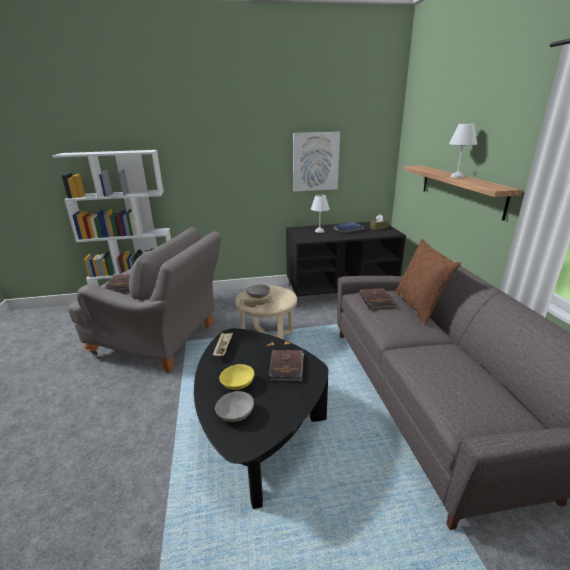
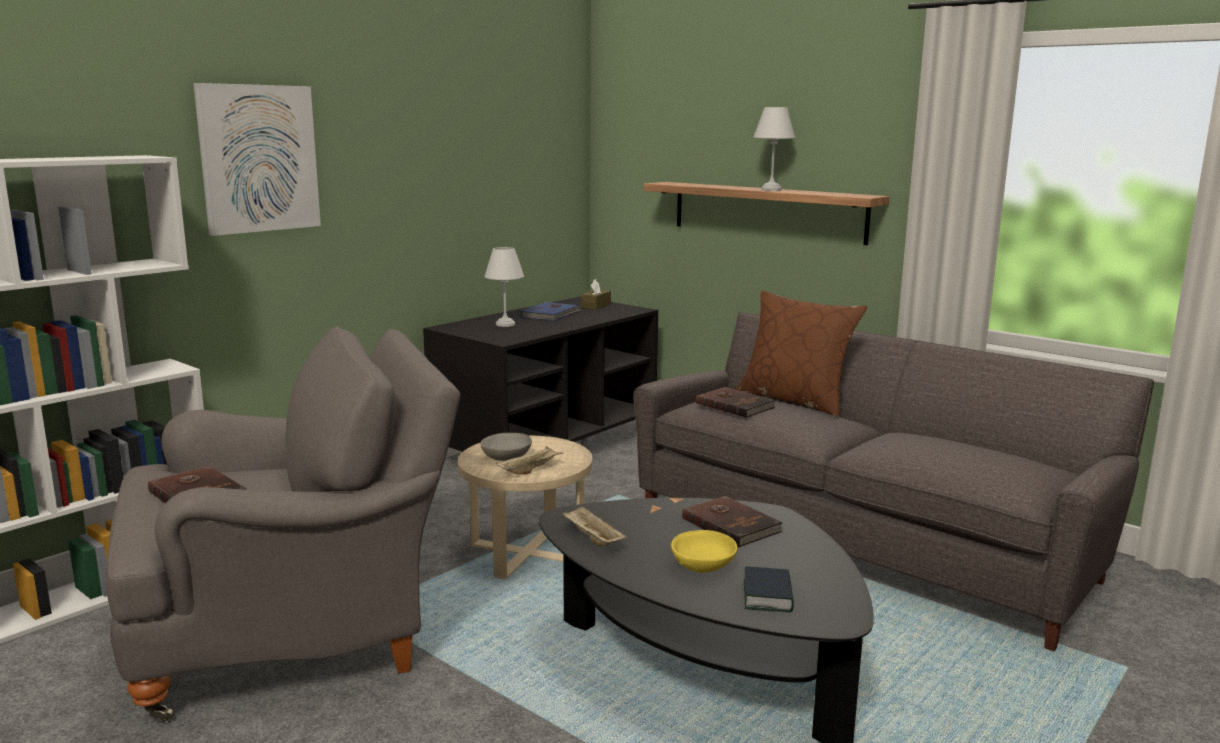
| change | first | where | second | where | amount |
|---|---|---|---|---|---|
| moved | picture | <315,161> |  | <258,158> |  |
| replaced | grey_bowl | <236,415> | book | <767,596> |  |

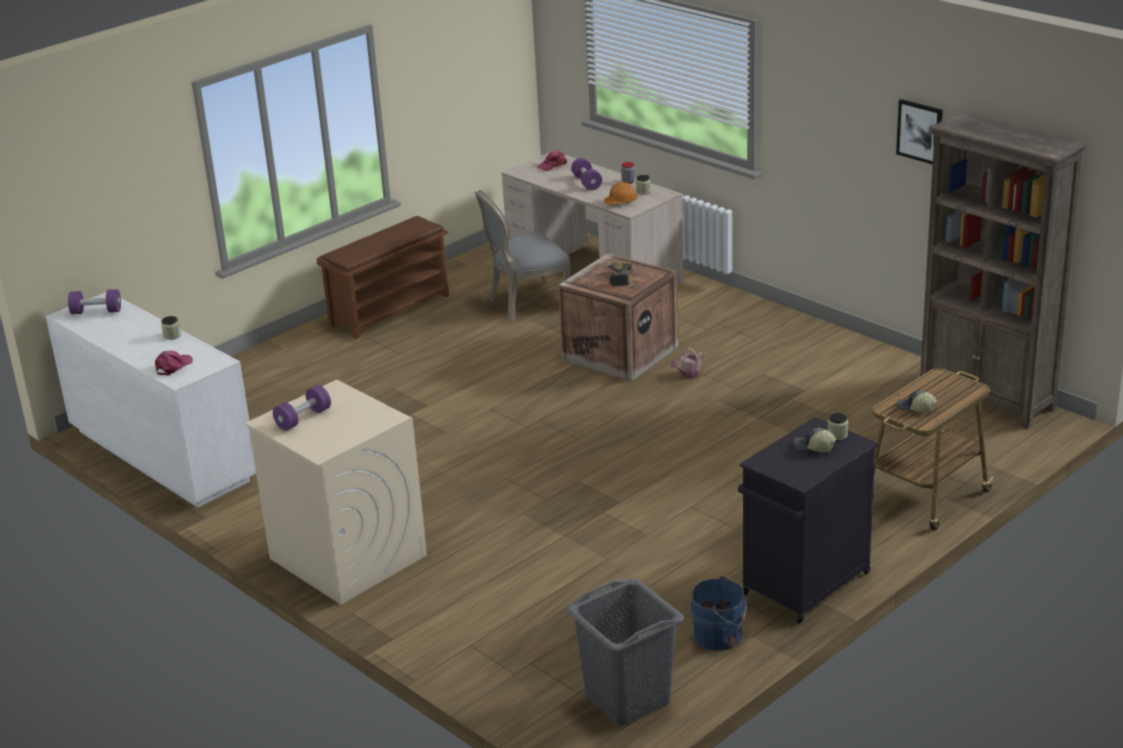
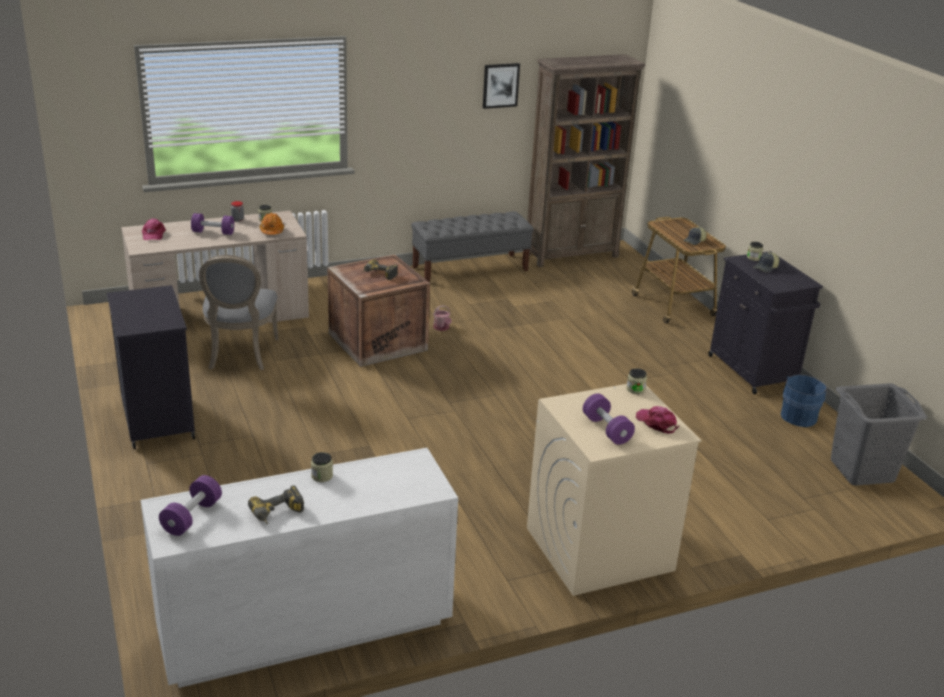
| change | first | where | second | where | amount |
|---|---|---|---|---|---|
| replaced | brown_shoe_rack | <390,310> | black_cabinet | <157,419> |  |
| moved | pink_cap | <173,366> |  | <656,423> |  |
| added |  |  | grey_bench | <470,268> |  |
| added |  |  | jar | <635,389> |  |
| added |  |  | power_drill | <278,515> |  |

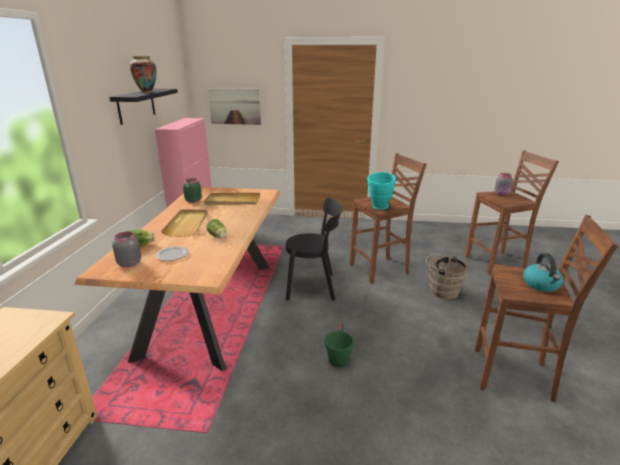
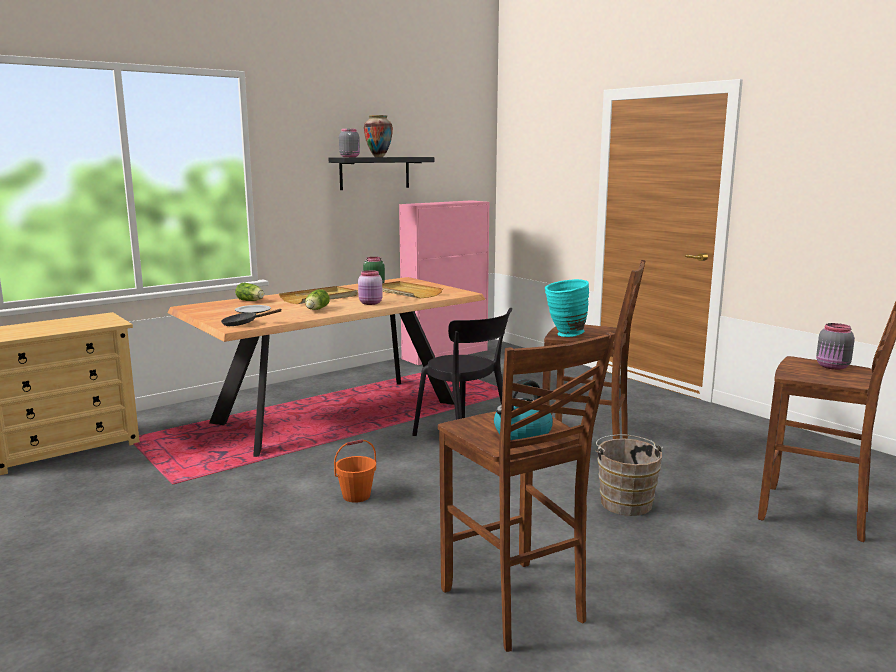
| change | first | where | second | where | amount |
|---|---|---|---|---|---|
| removed | picture | <235,106> |  |  |  |
| moved | grey_jar | <129,263> |  | <350,157> |  |
| recoloured | green_bucket | <338,360> | orange_bucket | <356,496> |  |
| added |  |  | pink_jar | <371,303> |  |
| added |  |  | black_frying_pan | <243,324> |  |

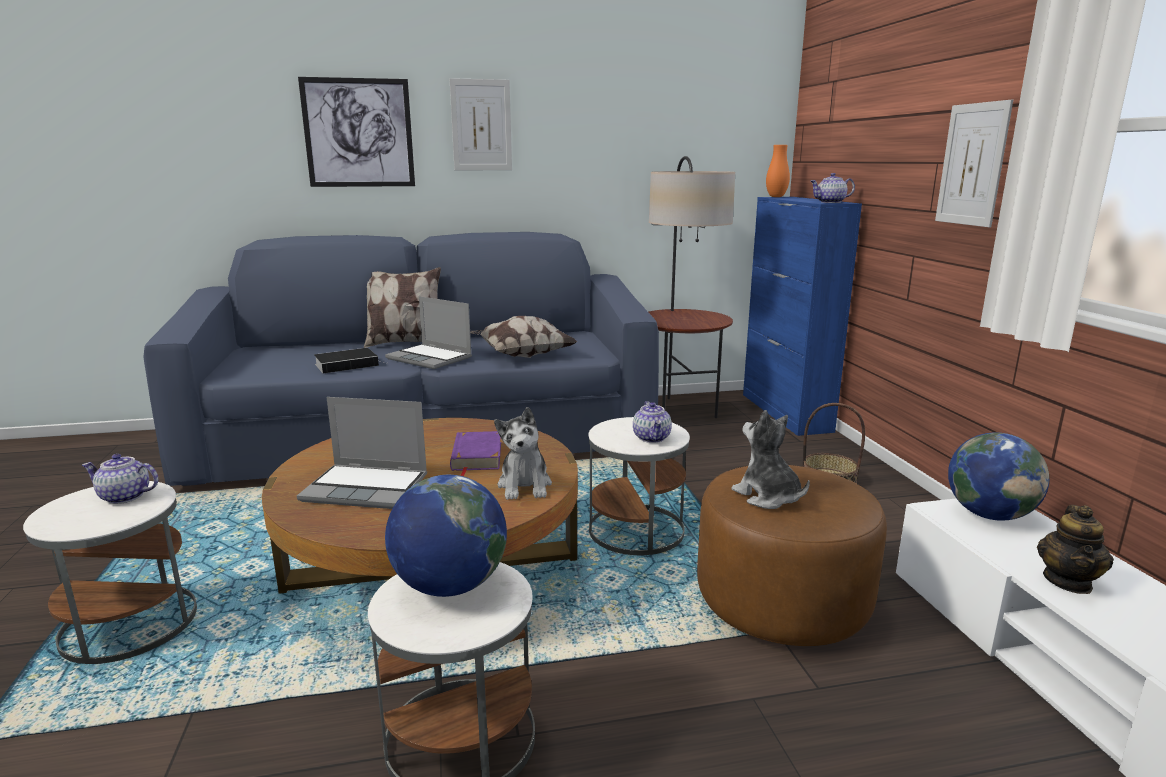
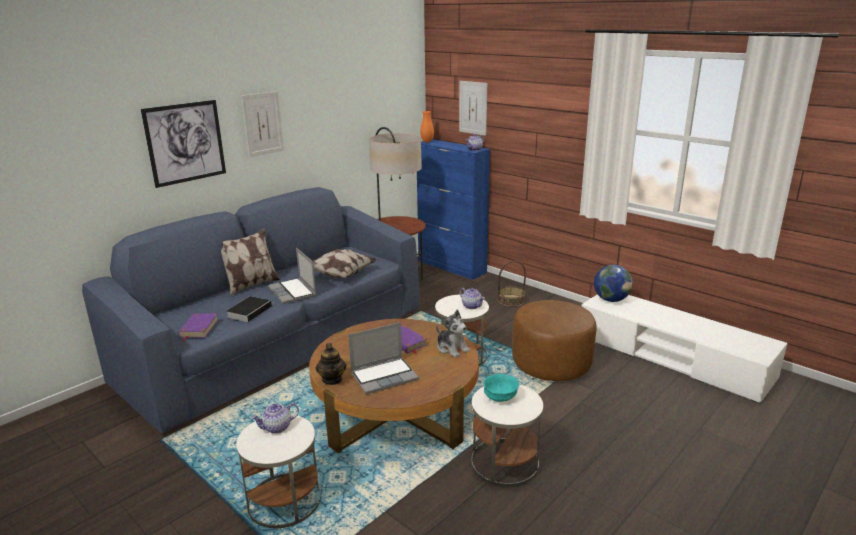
| change | first | where | second | where | amount |
|---|---|---|---|---|---|
| moved | picture | <972,164> |  | <473,108> |  |
| turned | laptop | <430,358> |  | <293,292> | 60 degrees clockwise |
| removed | plush_toy | <767,497> |  |  |  |
| replaced | globe | <449,586> | turquoise_bowl | <500,398> |  |
| moved | teapot | <1068,581> |  | <332,379> |  |
| added |  |  | purple_book | <199,328> |  |

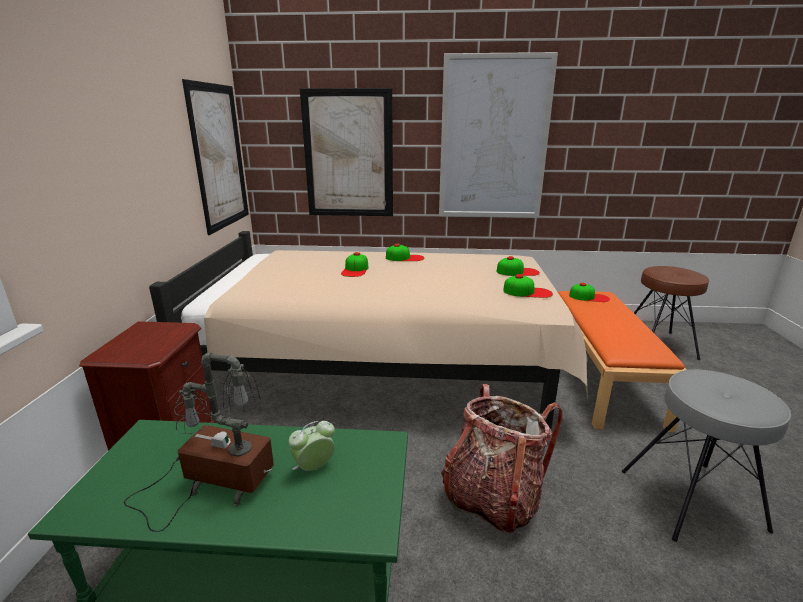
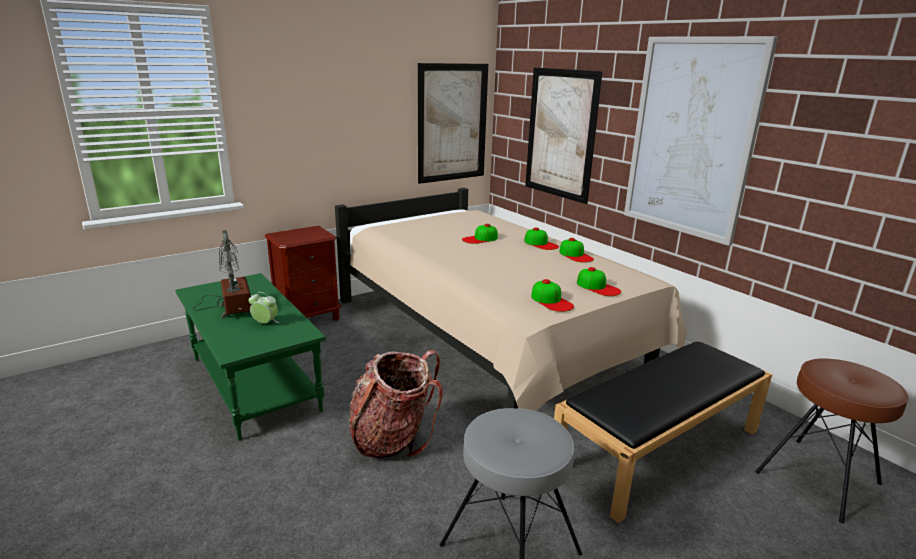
| change | first | where | second | where | amount |
|---|---|---|---|---|---|
| moved | cap | <589,297> |  | <575,255> |  |
| recoloured | orange_bench | <598,374> | black_bench | <658,447> |  |

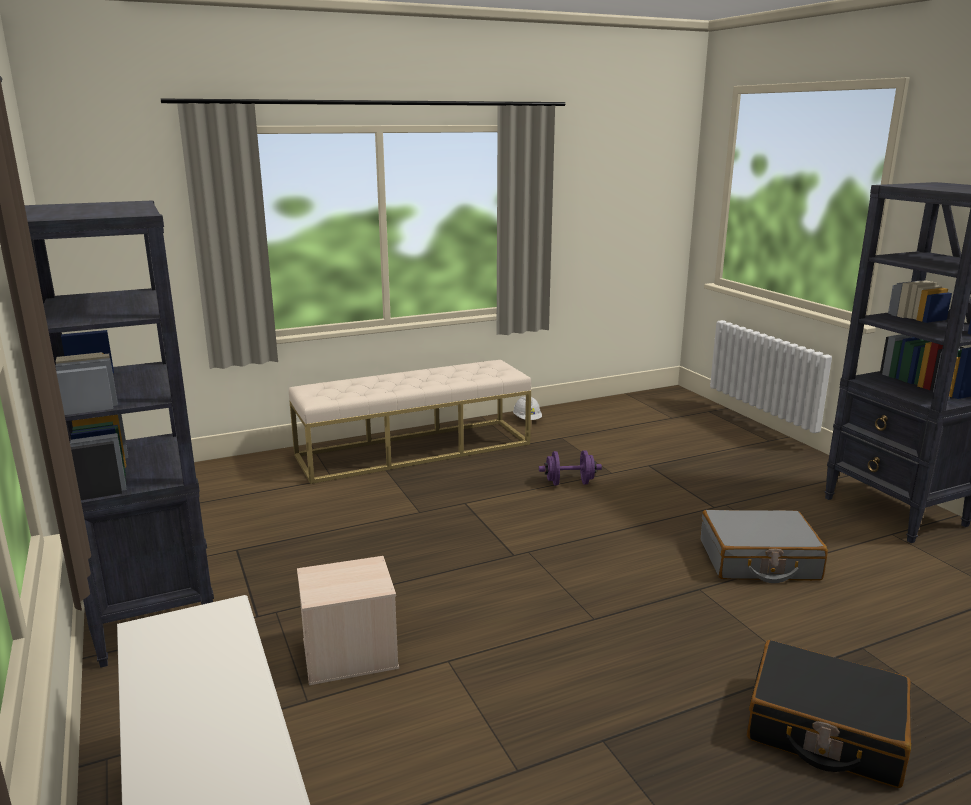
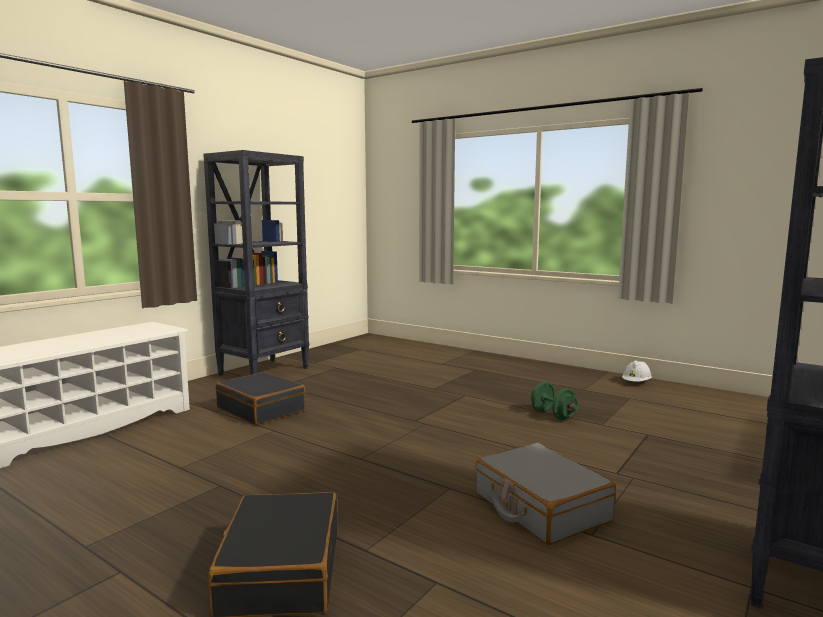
| change | first | where | second | where | amount |
|---|---|---|---|---|---|
| removed | beige_bench | <414,449> |  |  |  |
| recoloured | purple_dumbbell | <569,483> | green_dumbbell | <553,415> |  |
| replaced | beige_storage_box | <348,655> | black_suitcase | <261,409> |  |

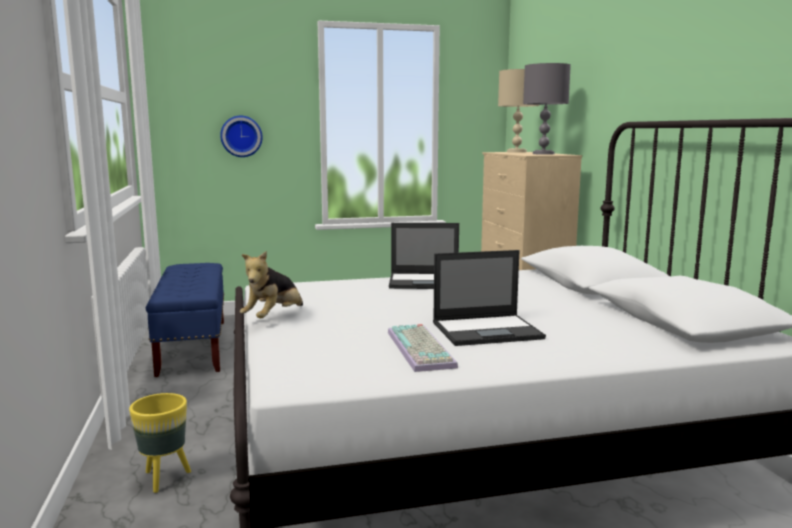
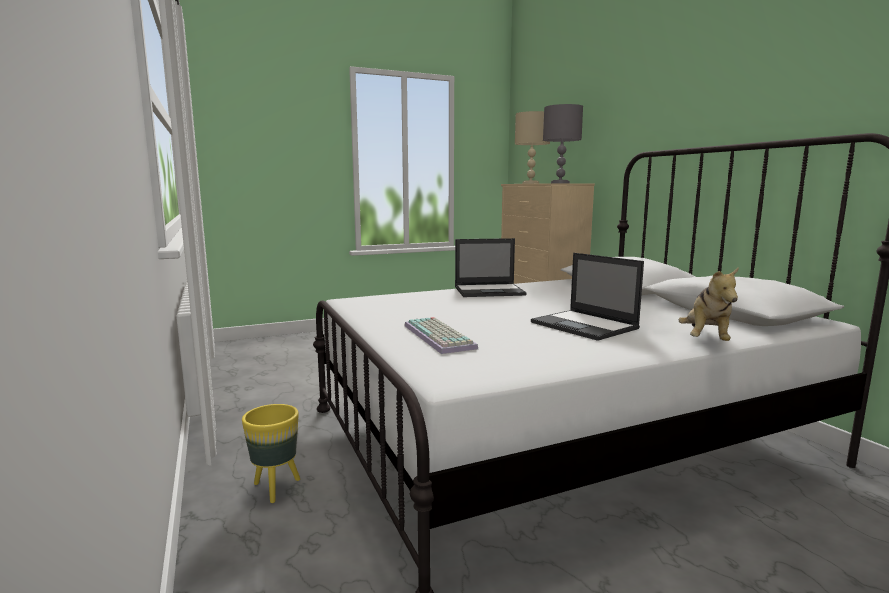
| change | first | where | second | where | amount |
|---|---|---|---|---|---|
| removed | wall_clock | <241,136> |  |  |  |
| turned | laptop | <488,330> |  | <585,325> | 75 degrees clockwise |
| moved | plush_toy | <274,318> |  | <705,340> |  |
| removed | blue_bench | <193,347> |  |  |  |
| moved | keyboard | <422,349> |  | <440,336> |  |

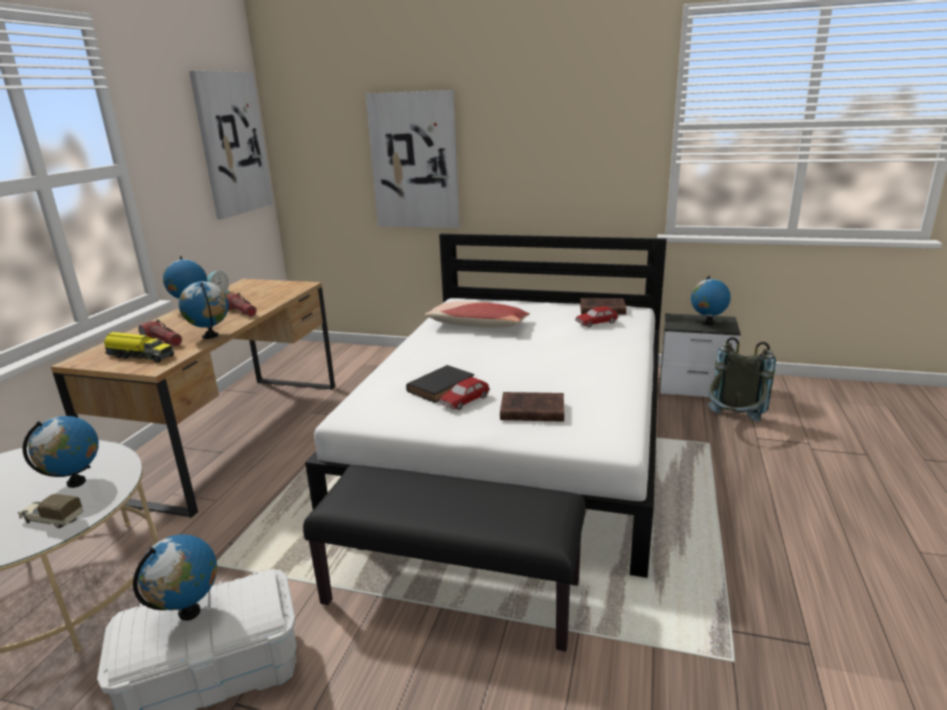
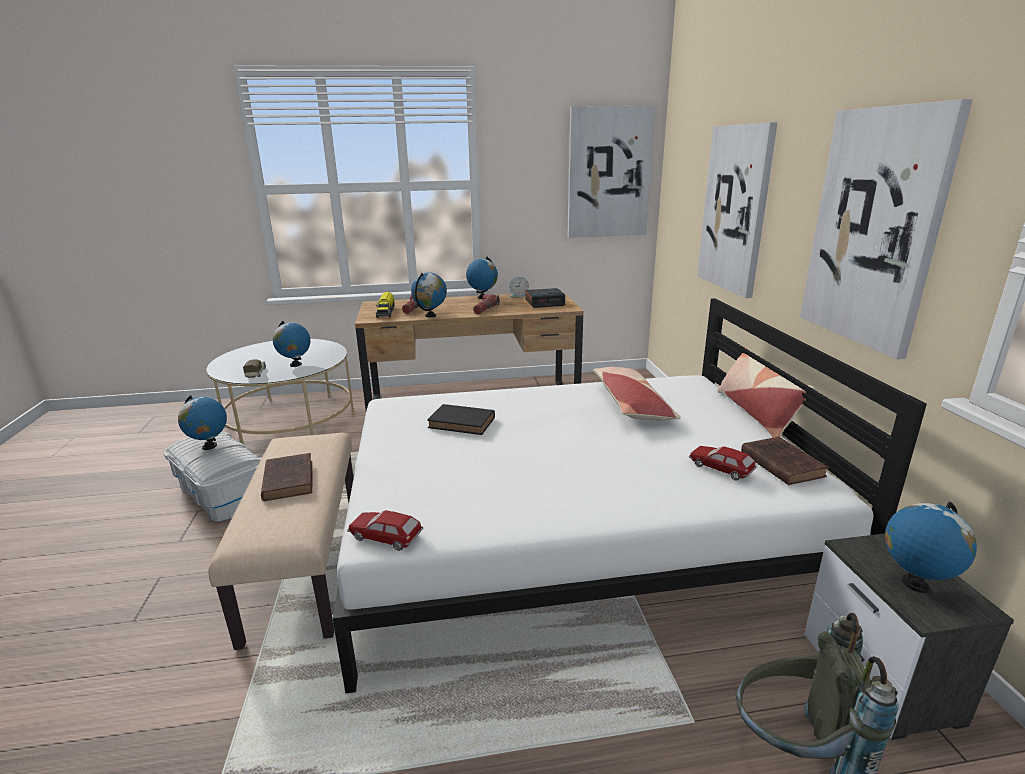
| change | first | where | second | where | amount |
|---|---|---|---|---|---|
| moved | toy_car | <464,401> |  | <385,536> |  |
| moved | brown_book | <530,411> |  | <288,479> |  |
| recoloured | black_bench | <452,592> | beige_bench | <307,563> |  |
| added |  |  | picture | <874,229> |  |
| added |  |  | alarm_clock | <545,302> |  |
| added |  |  | pillow | <756,413> |  |

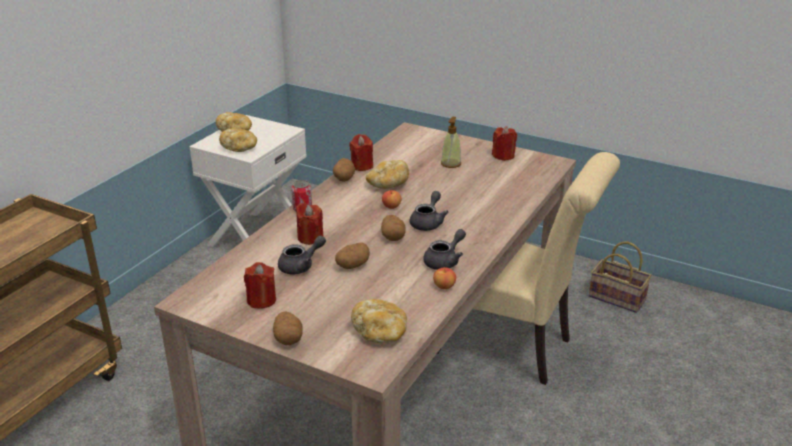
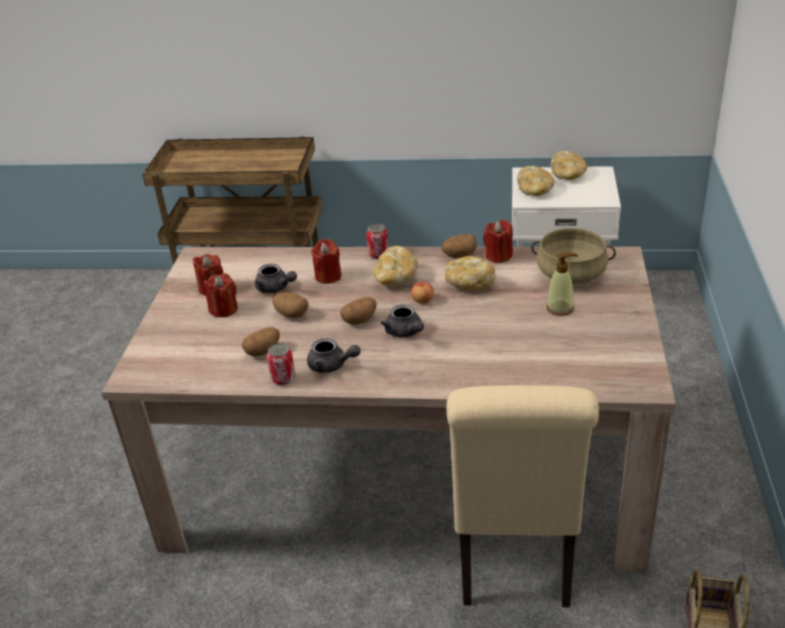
| change | first | where | second | where | amount |
|---|---|---|---|---|---|
| moved | red_candle | <503,156> |  | <224,309> |  |
| turned | grey_teapot | <428,222> |  | <405,333> | 60 degrees clockwise |
| replaced | apple | <444,286> | can | <283,378> |  |
| moved | bread | <380,333> |  | <396,278> |  |
| moved | potato | <288,339> |  | <263,351> |  |
| added |  |  | beige_cooking_pot | <571,274> |  |

